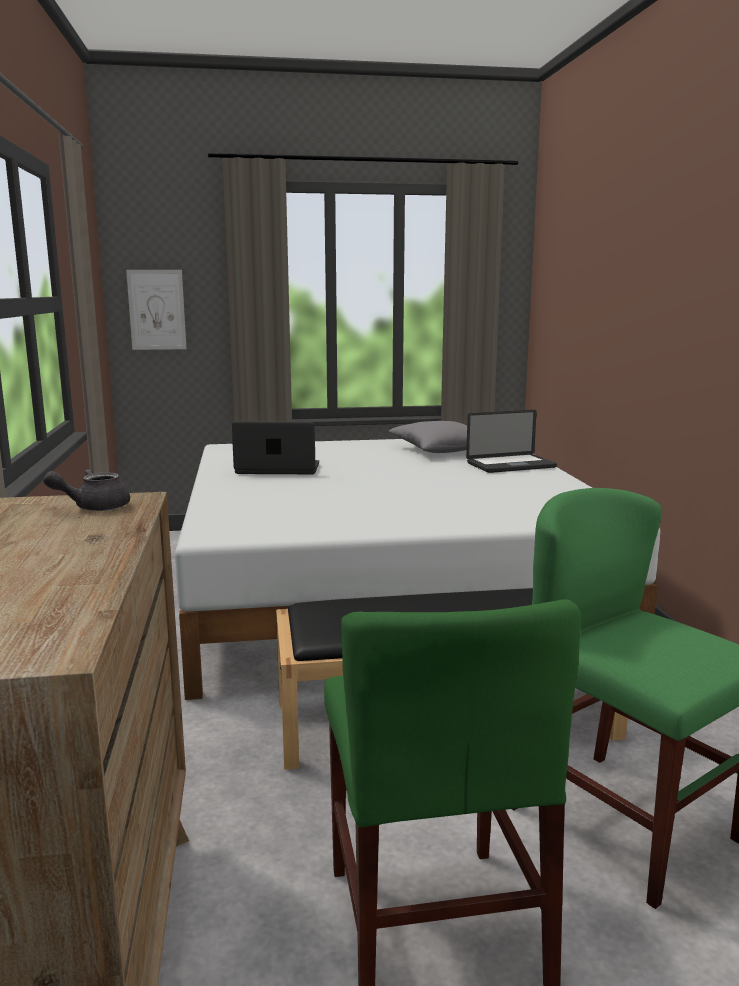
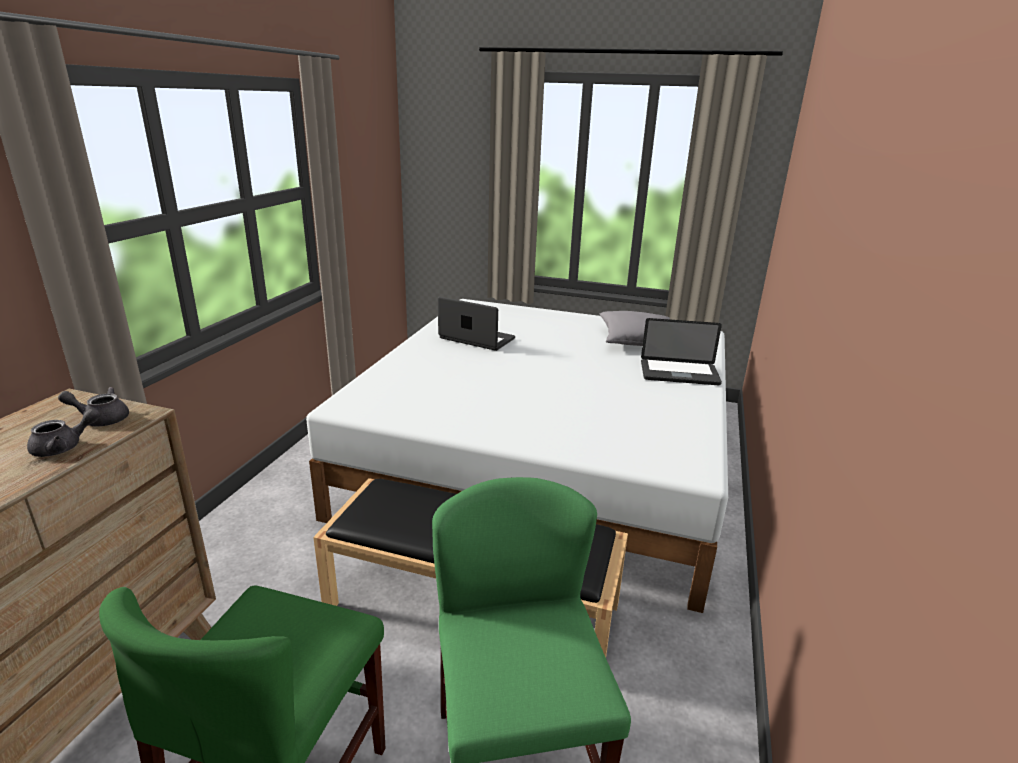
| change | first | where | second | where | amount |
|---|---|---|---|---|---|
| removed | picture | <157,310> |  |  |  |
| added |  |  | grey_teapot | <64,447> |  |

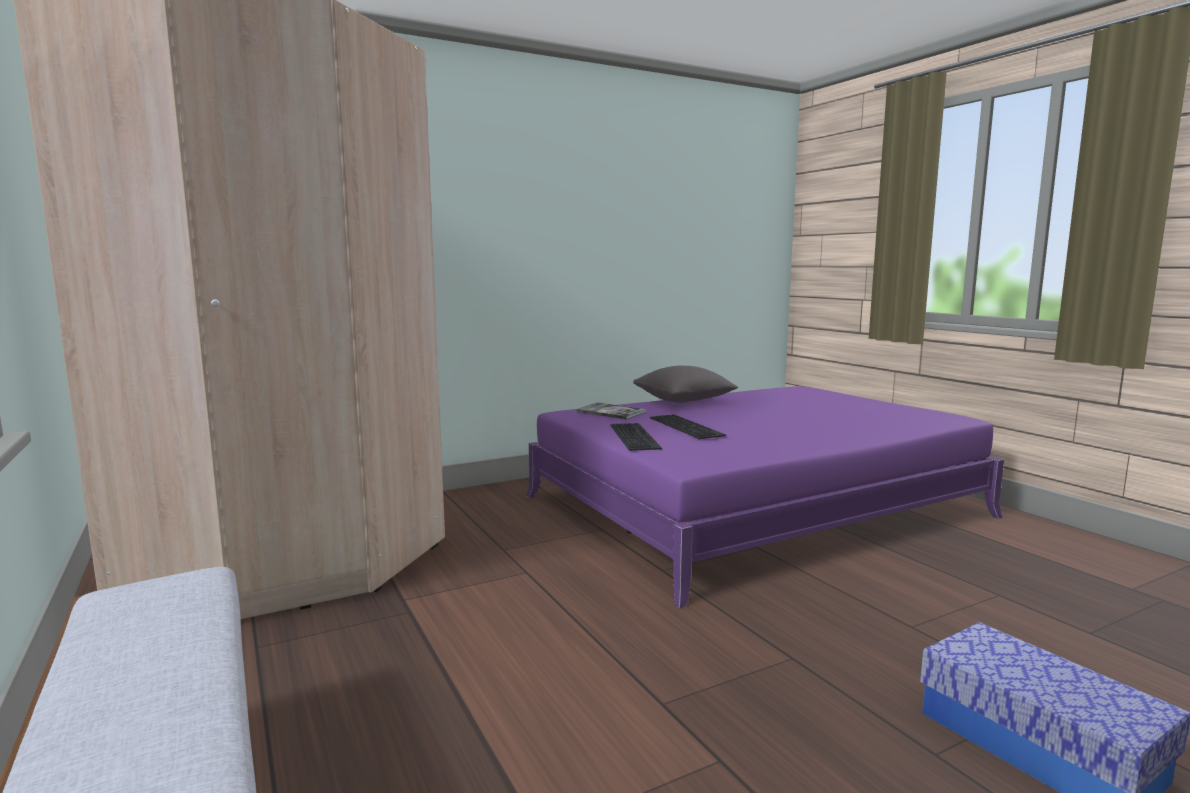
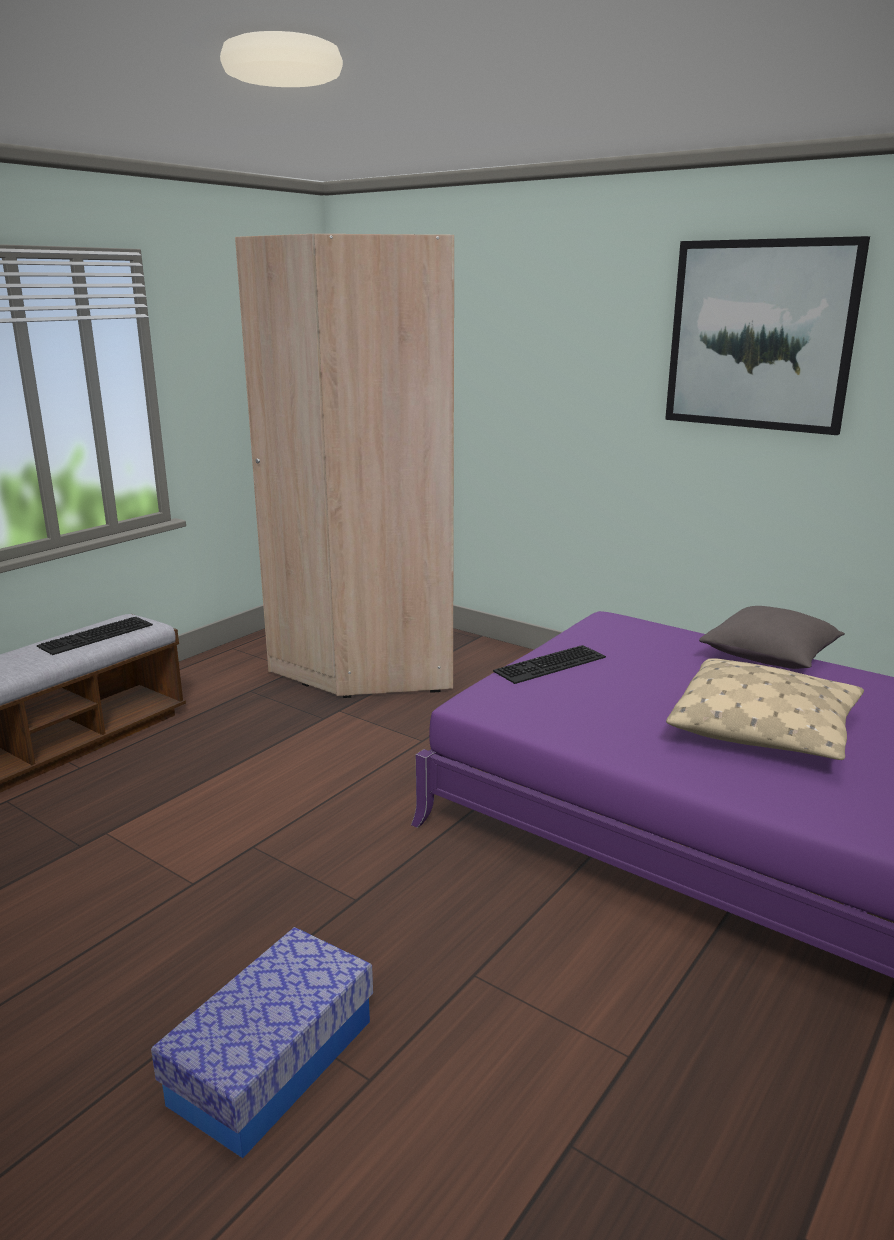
| change | first | where | second | where | amount |
|---|---|---|---|---|---|
| removed | book | <611,412> |  |  |  |
| moved | keyboard | <688,426> |  | <96,636> |  |
| added |  |  | picture | <760,335> |  |
| added |  |  | beige_pillow | <765,729> |  |

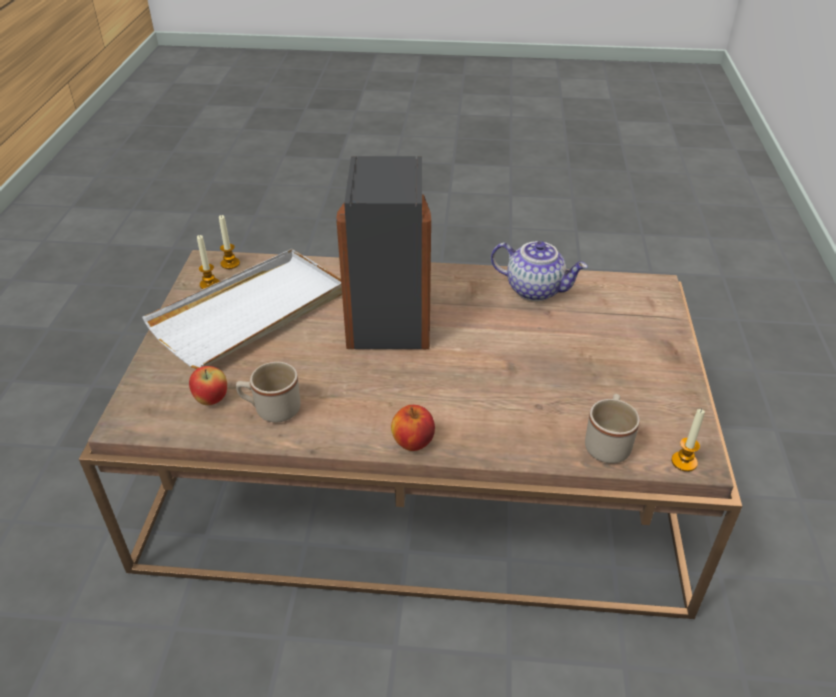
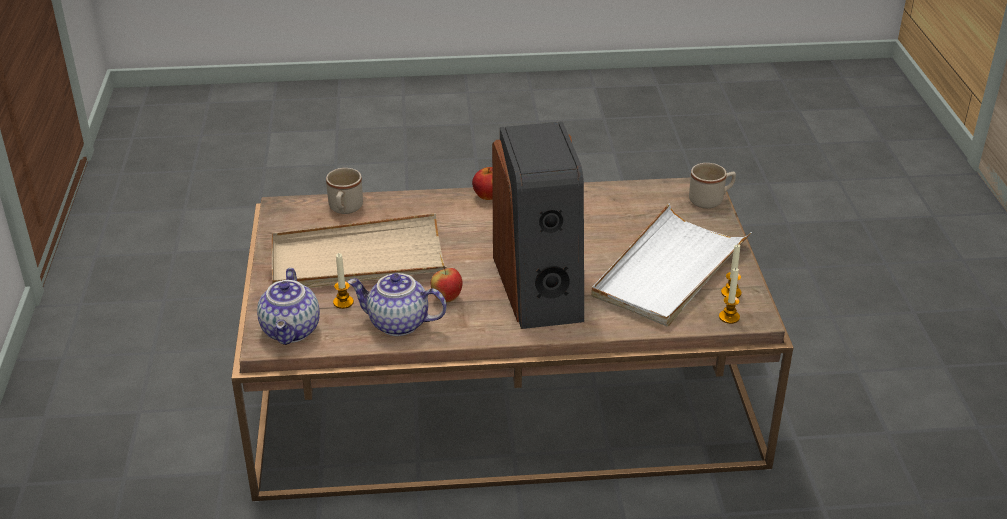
| change | first | where | second | where | amount |
|---|---|---|---|---|---|
| moved | beige_mug | <271,409> |  | <711,200> |  |
| moved | apple | <211,400> |  | <447,298> |  |
| moved | candle | <684,462> |  | <343,302> |  |
| added |  |  | beige_tray | <357,260> |  |
| added |  |  | teapot | <292,331> |  |

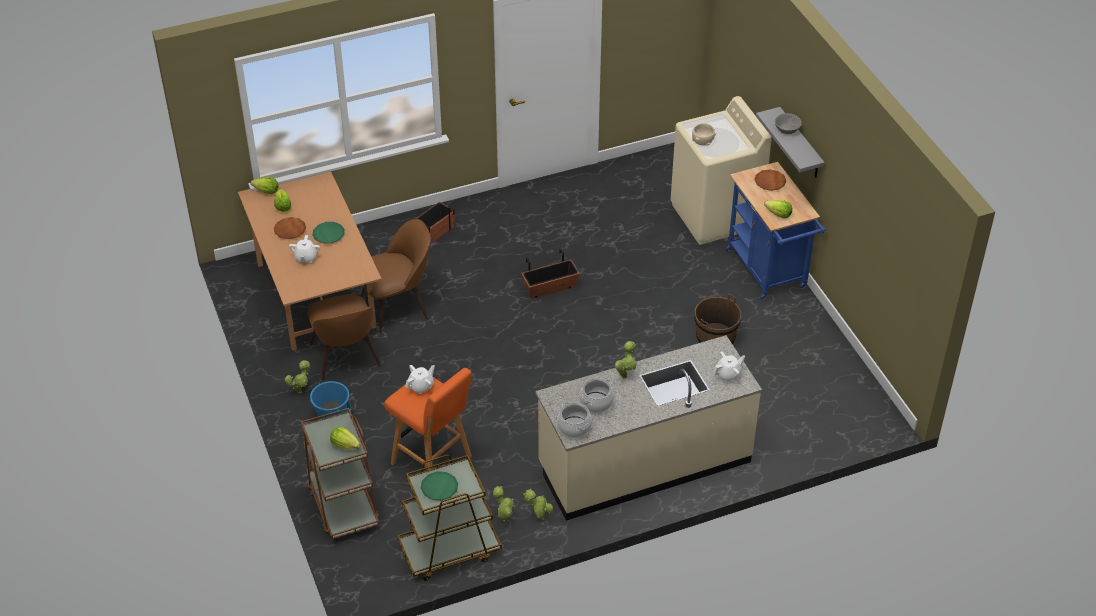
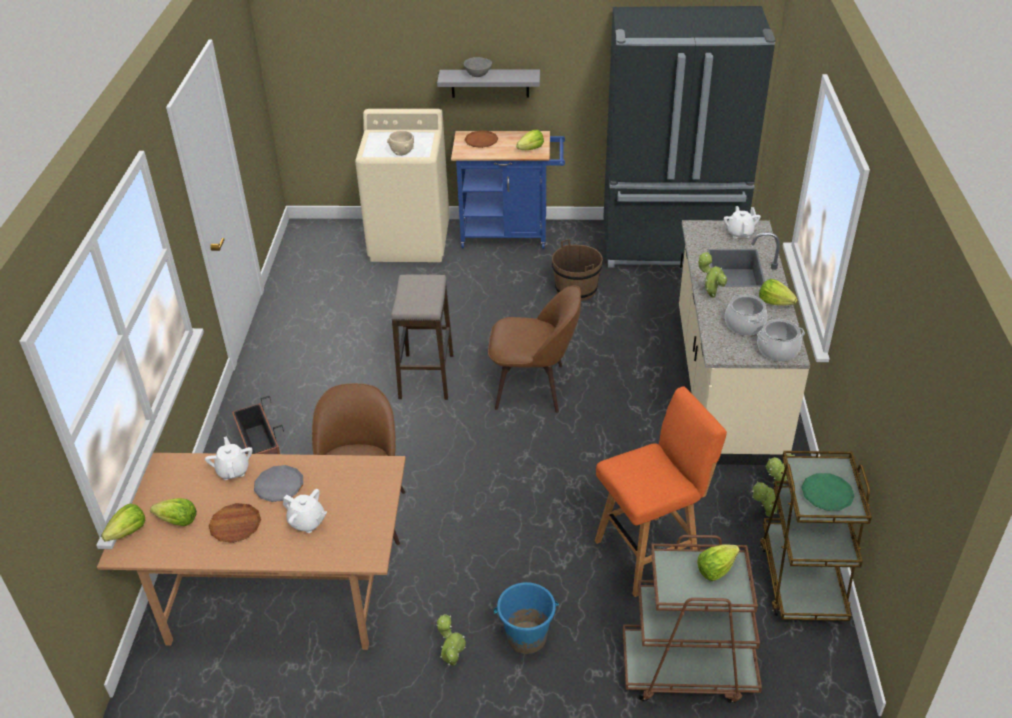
| change | first | where | second | where | amount |
|---|---|---|---|---|---|
| recoloured | green_plate | <328,234> | grey_plate | <279,486> |  |
| replaced | planter | <550,287> | stool | <426,377> |  |
| moved | brown_chair | <346,357> |  | <533,387> |  |
| moved | white_teapot | <421,386> |  | <233,470> |  |
| added |  |  | black_fridge | <671,246> |  |
| added |  |  | lettuce | <775,302> |  |

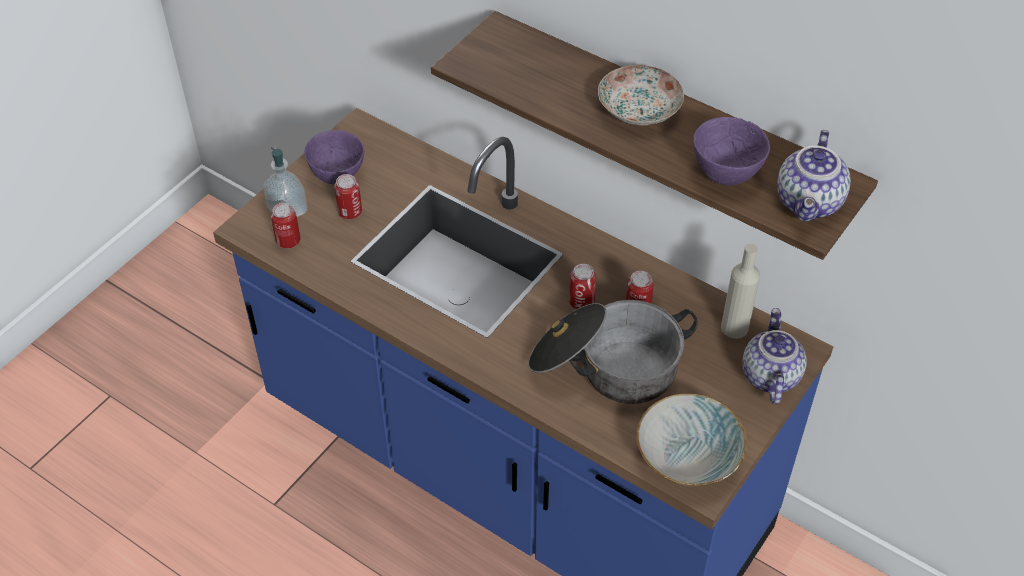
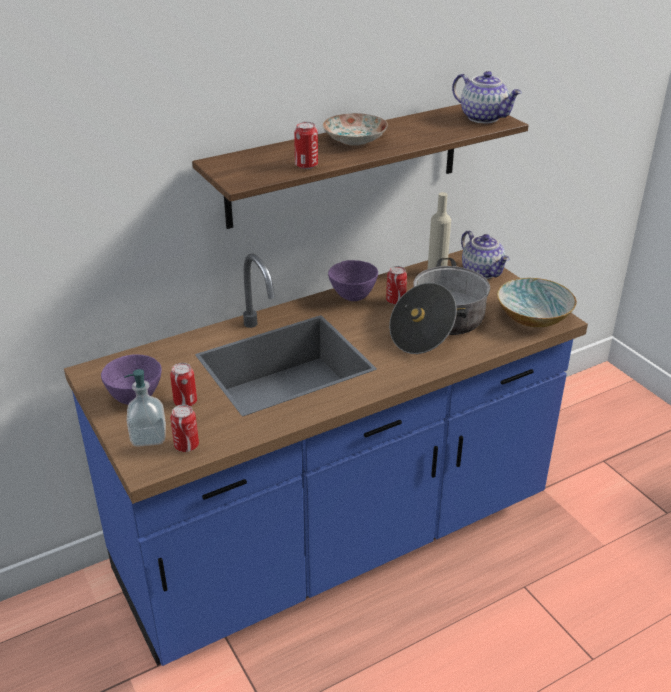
| change | first | where | second | where | amount |
|---|---|---|---|---|---|
| moved | purple_bowl | <725,175> |  | <353,297> |  |
| moved | can | <581,302> |  | <306,165> |  |
| turned | teapot | <768,375> |  | <483,272> | 150 degrees counterclockwise |

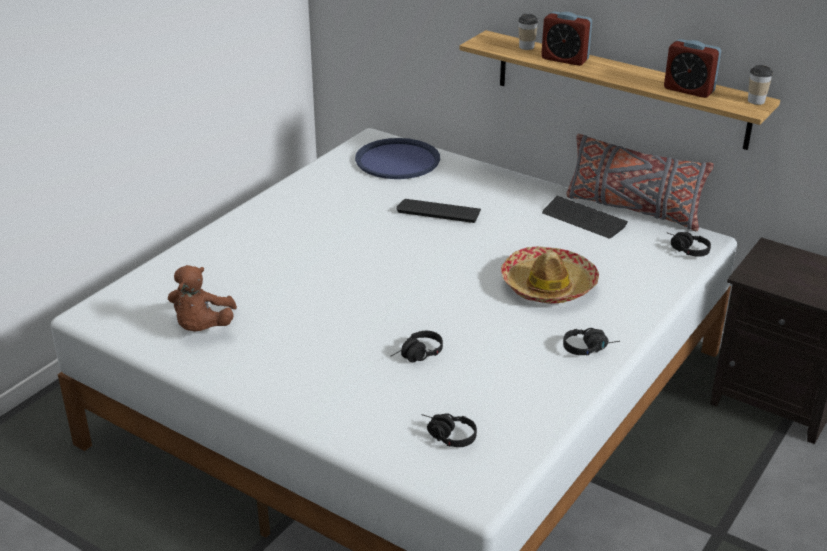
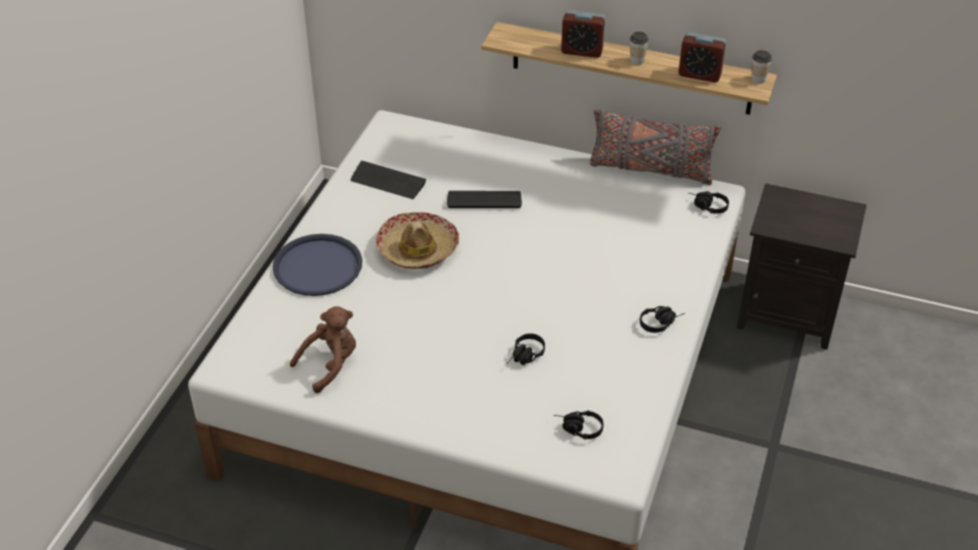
| change | first | where | second | where | amount |
|---|---|---|---|---|---|
| moved | cup | <526,47> |  | <637,61> |  |
| moved | blue_tray | <397,160> |  | <318,266> |  |
| moved | keyboard | <583,219> |  | <388,181> |  |
| moved | hat | <548,286> |  | <418,249> |  |
| turned | brown_plush_toy | <202,328> |  | <330,364> | 120 degrees counterclockwise |

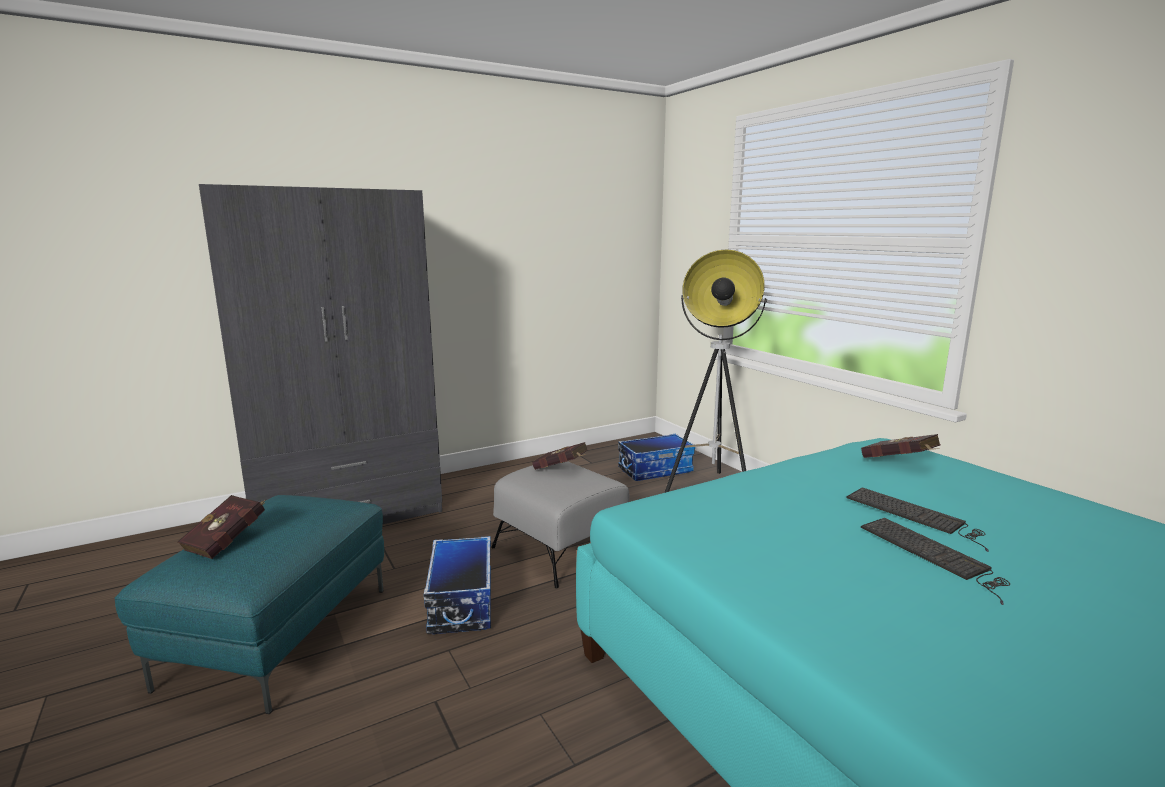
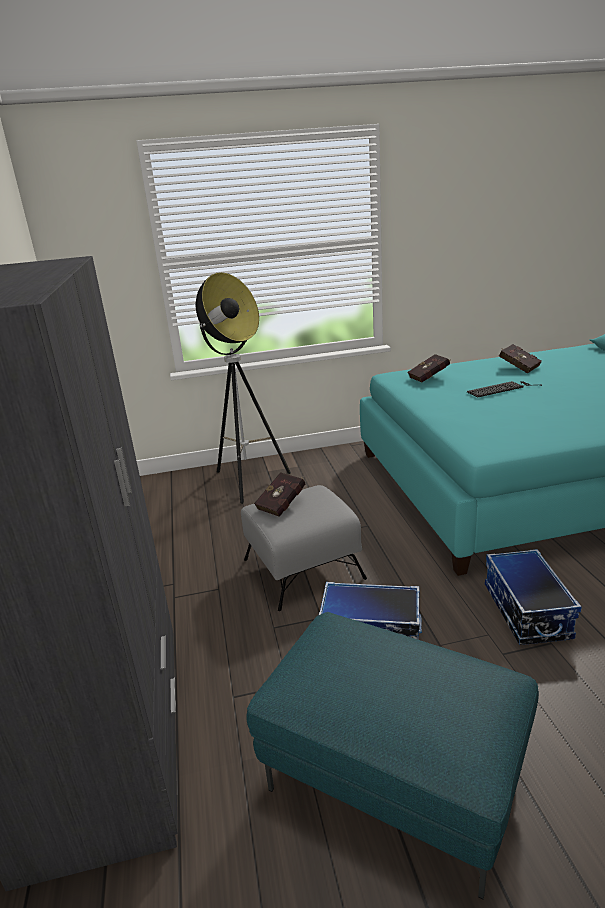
| change | first | where | second | where | amount |
|---|---|---|---|---|---|
| moved | storage_box | <655,470> |  | <525,611> |  |
| moved | red_book | <229,542> |  | <517,367> |  |
| removed | keyboard | <934,555> |  |  |  |

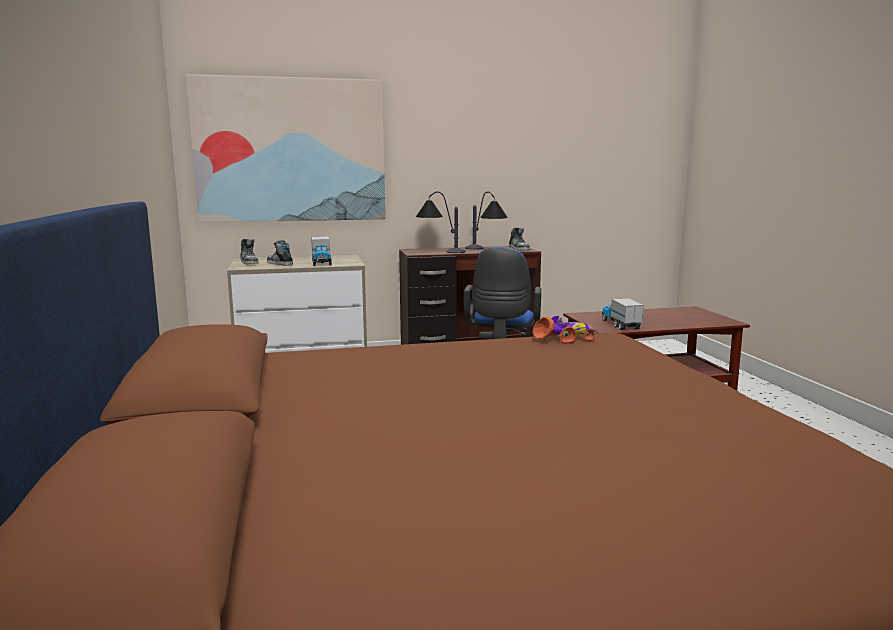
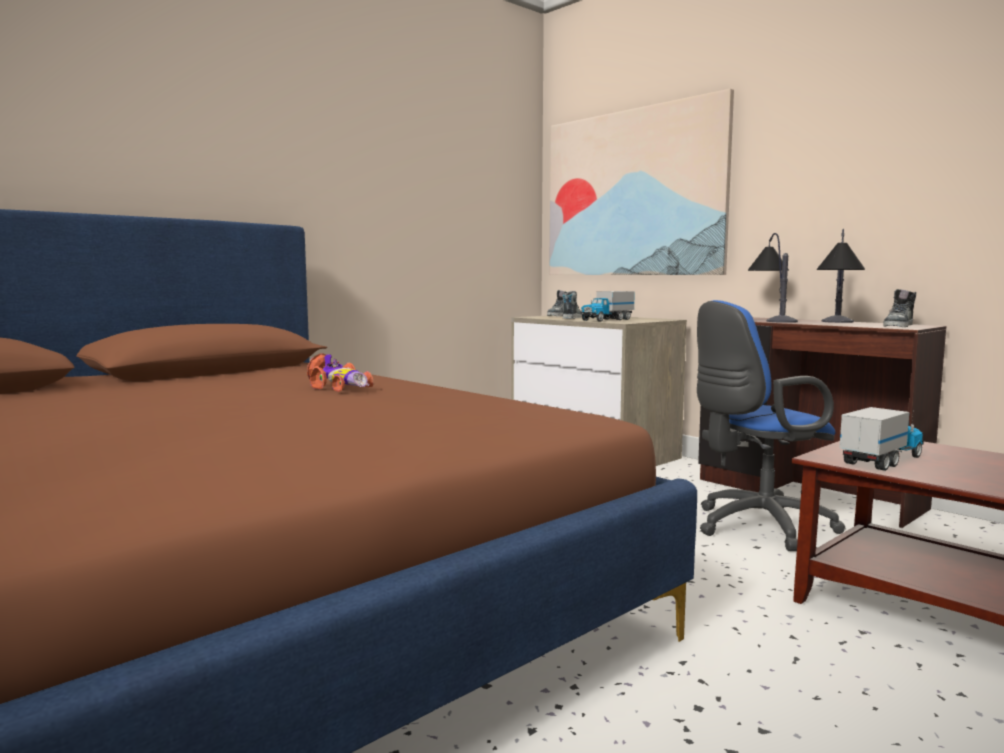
| change | first | where | second | where | amount |
|---|---|---|---|---|---|
| moved | toy_car | <565,339> |  | <338,387> |  |

